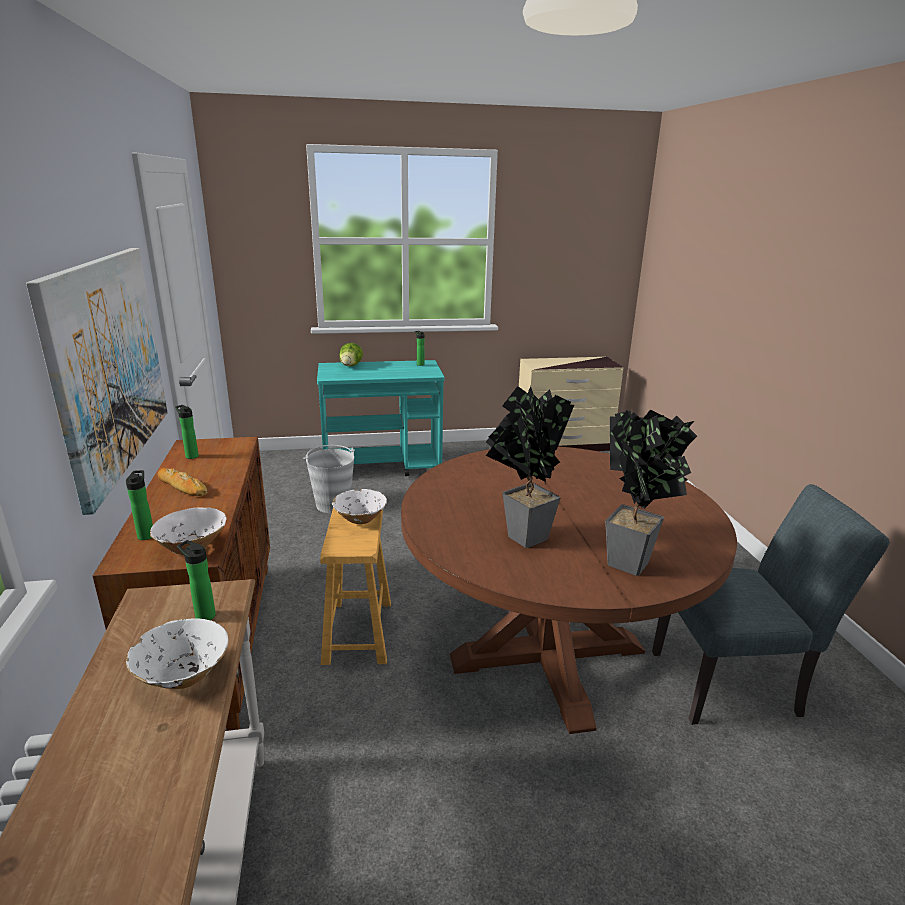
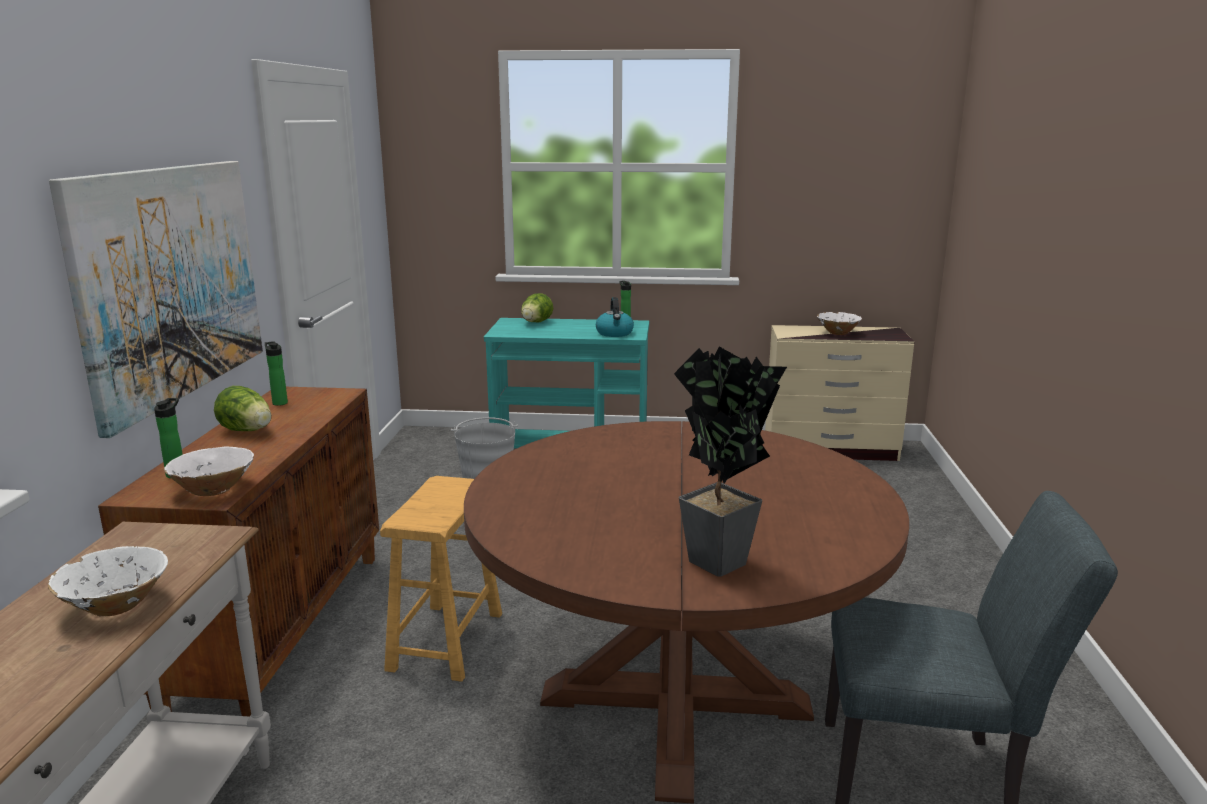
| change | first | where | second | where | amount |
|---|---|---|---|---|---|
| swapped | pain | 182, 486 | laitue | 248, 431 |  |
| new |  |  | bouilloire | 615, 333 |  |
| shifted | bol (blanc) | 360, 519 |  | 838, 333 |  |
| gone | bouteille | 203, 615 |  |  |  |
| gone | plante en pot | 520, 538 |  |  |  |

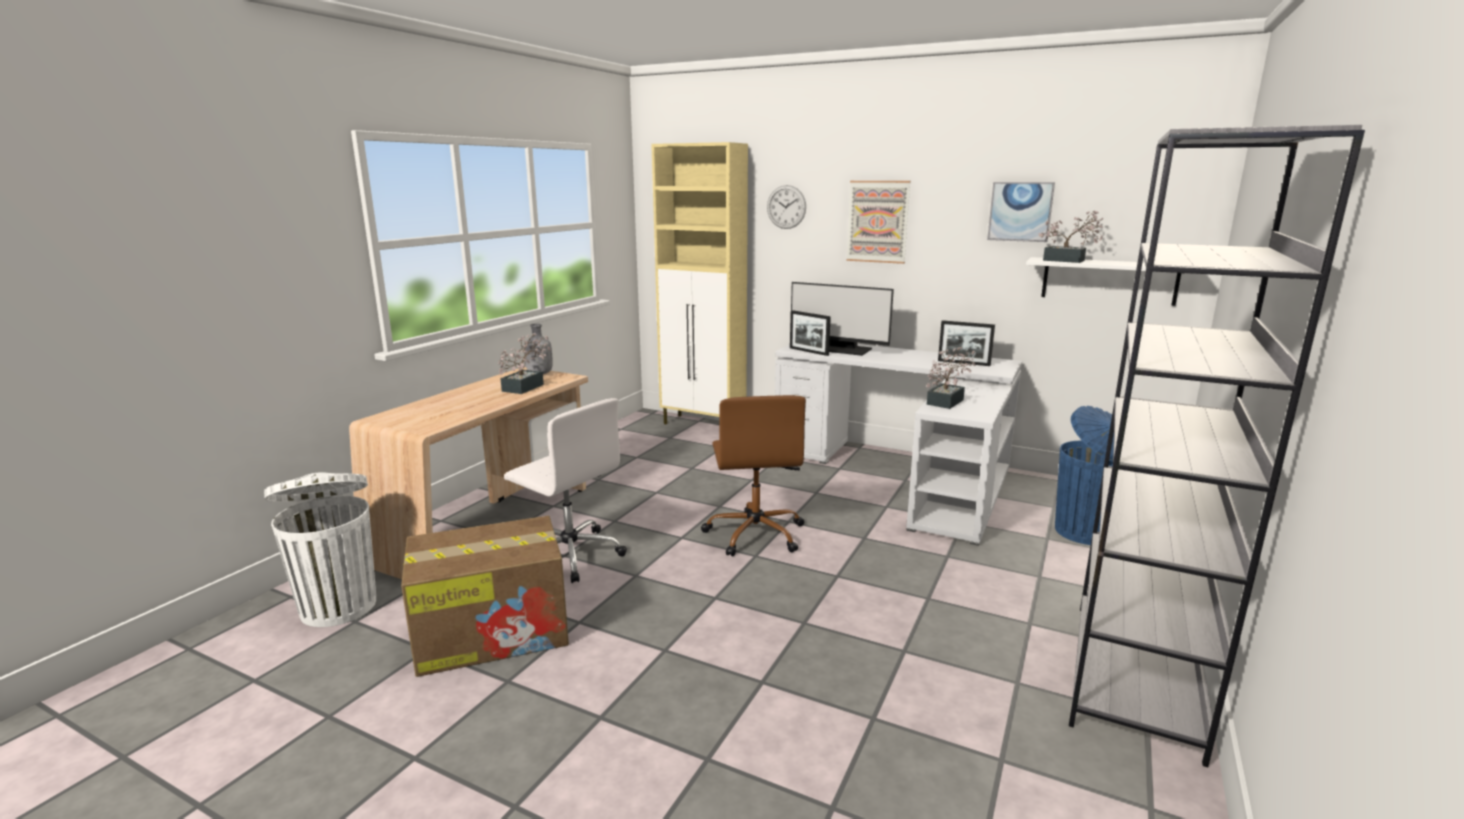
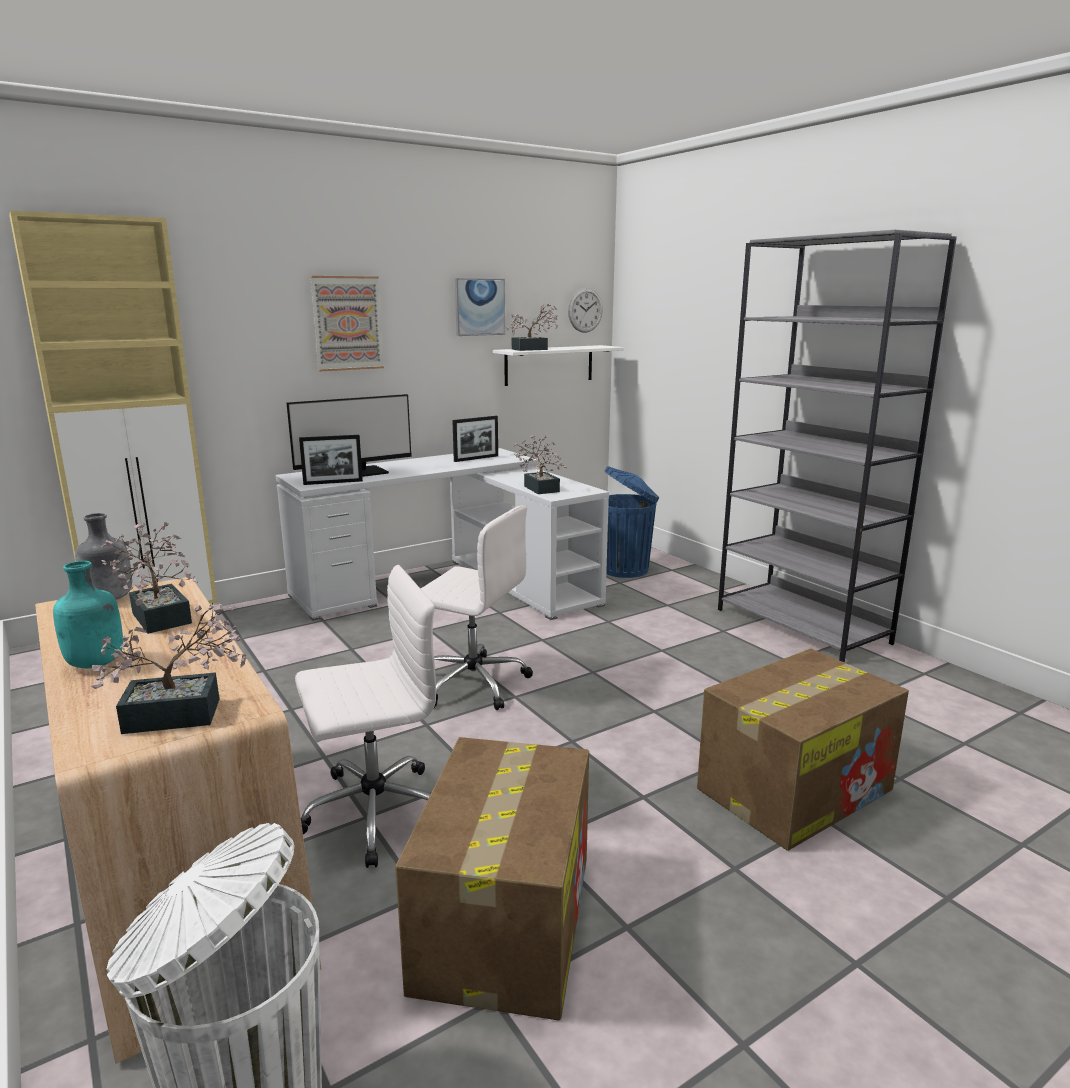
| change | first | where | second | where | amount |
|---|---|---|---|---|---|
| new |  |  | bouteille (turquoise) | 96, 664 |  |
| new |  |  | plante en pot | 184, 715 |  |
| repainted | chaise de bureau (marron) | 755, 534 | chaise de bureau (blanc) | 471, 683 |  |
| shifted | horloge murale | 786, 207 |  | 585, 310 |  |
| new |  |  | carton | 796, 788 |  |

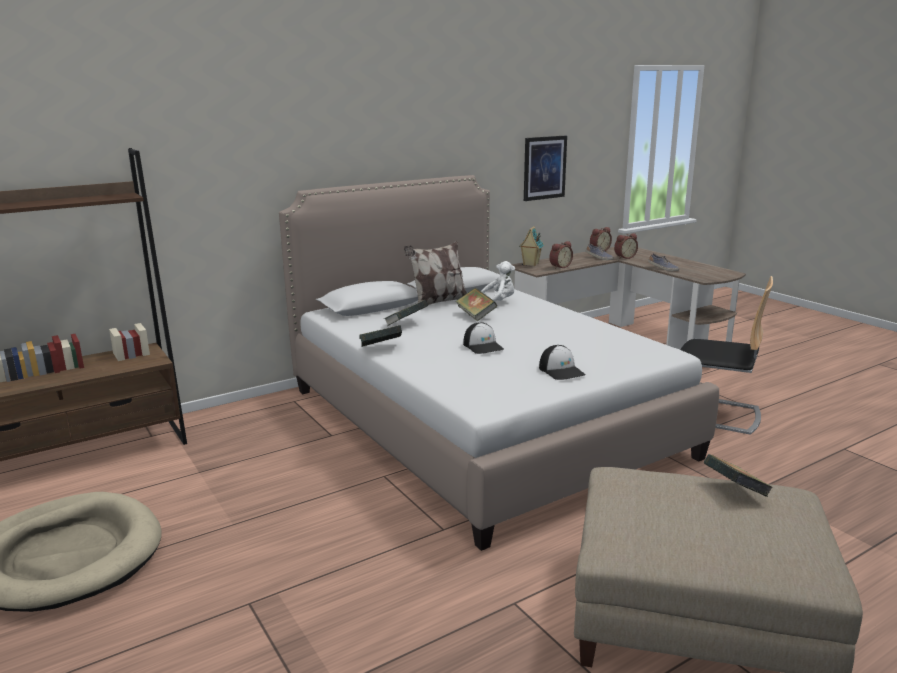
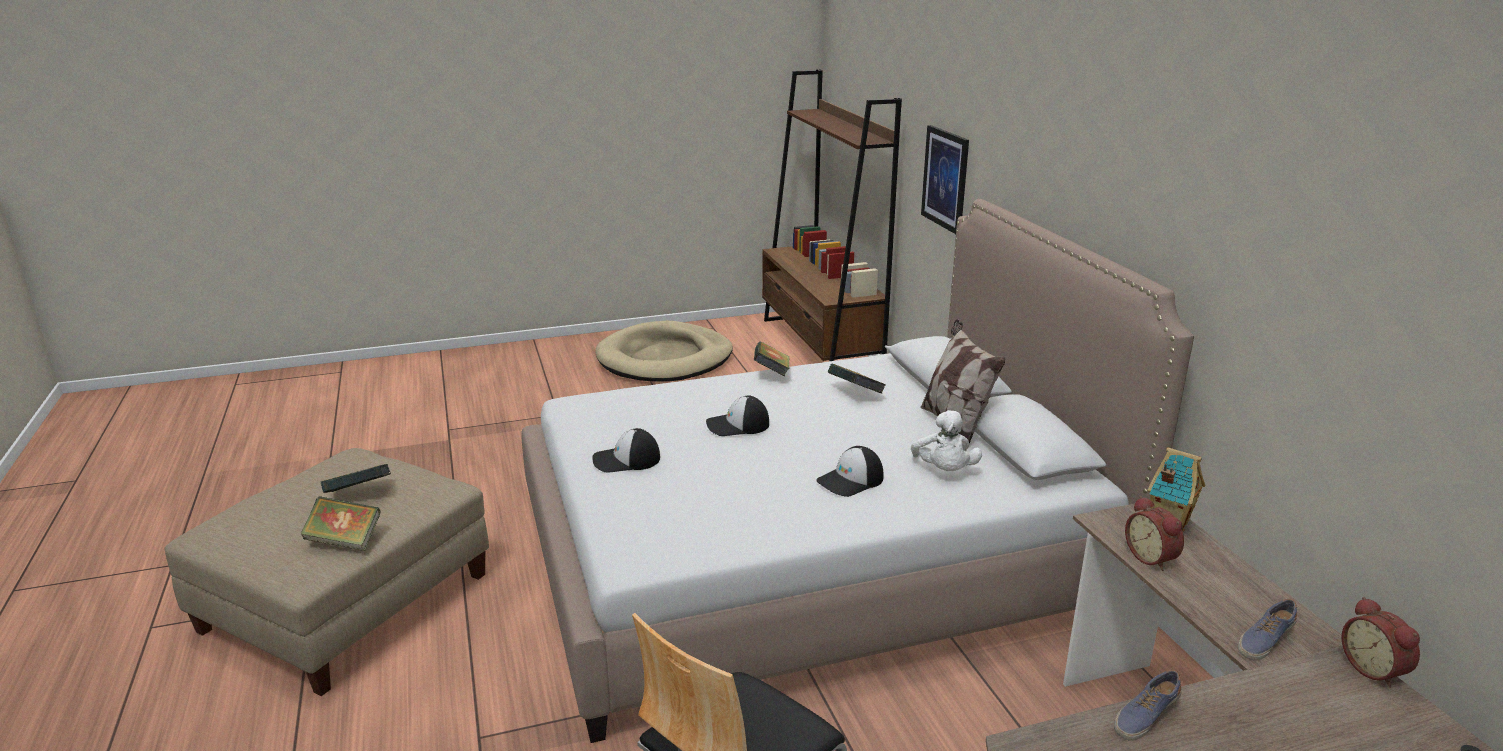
| change | first | where | second | where | amount |
|---|---|---|---|---|---|
| shifted | livre | 476, 315 |  | 359, 495 |  |
| new |  |  | casquette | 851, 480 |  |
| shifted | tableau | 544, 168 |  | 945, 179 |  |
| gone | réveil | 624, 257 |  |  |  |

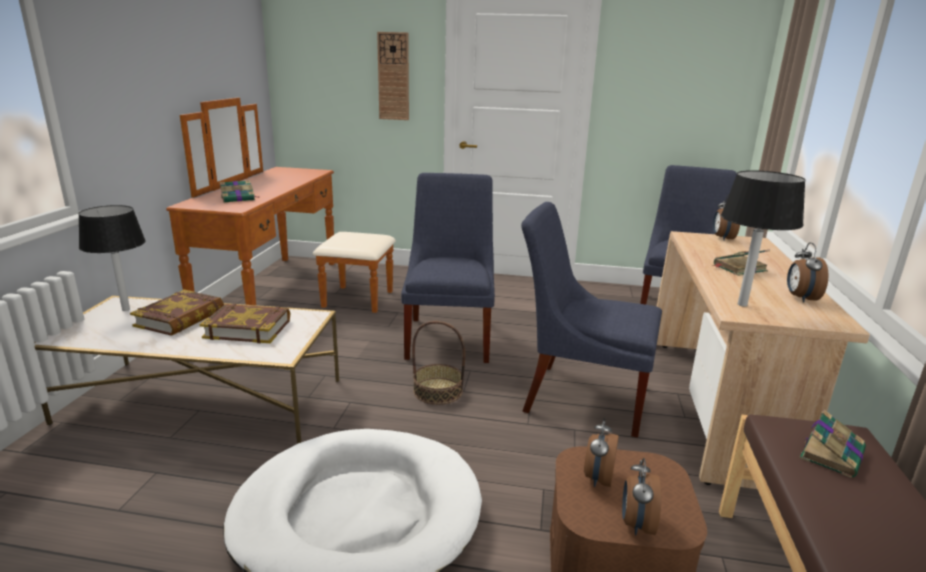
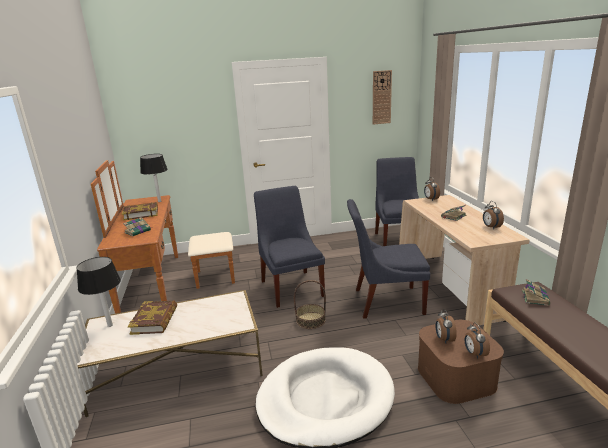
| change | first | where | second | where | amount |
|---|---|---|---|---|---|
| shifted | livre | 248, 328 |  | 141, 214 |  |
| shifted | lampe de table (noir) | 742, 304 |  | 159, 201 |  |
| shifted | horloge murale | 393, 76 |  | 381, 97 |  |

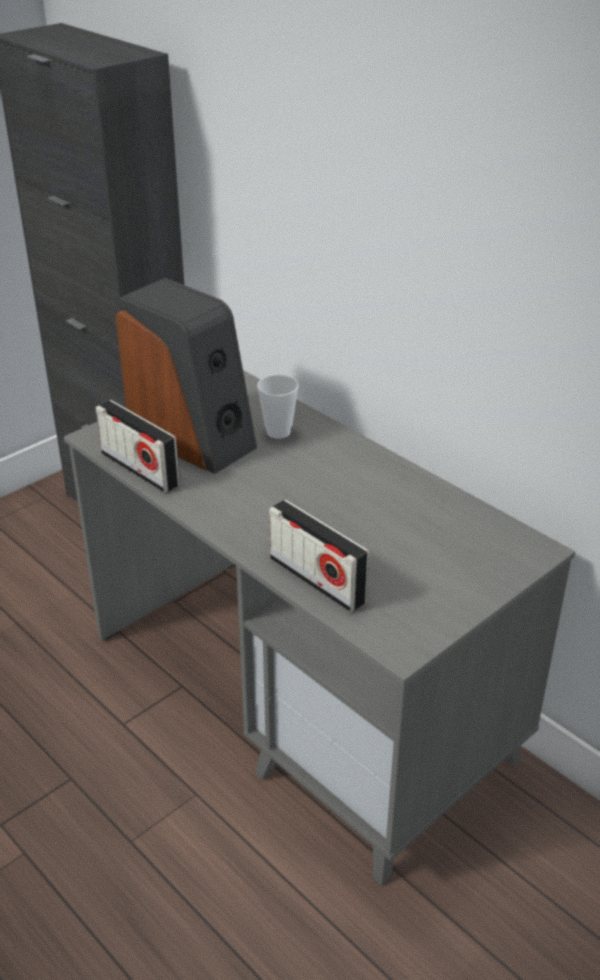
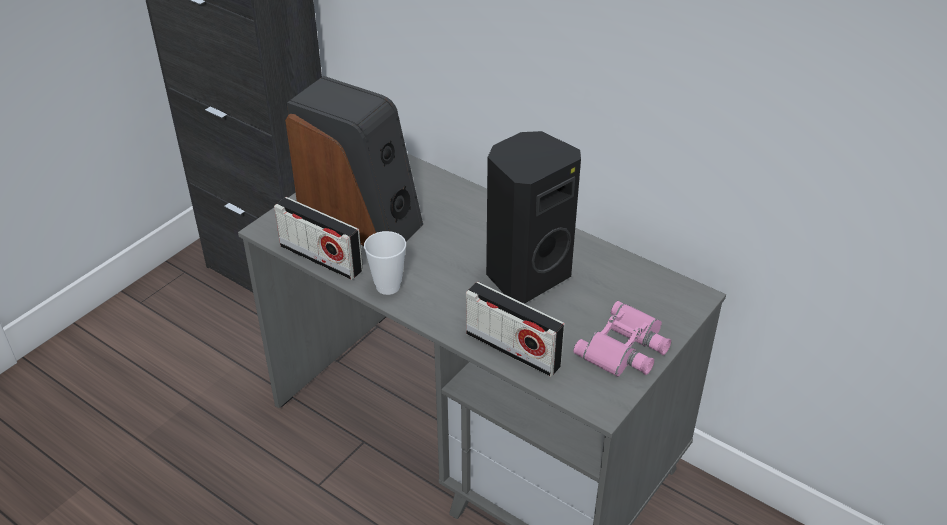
| change | first | where | second | where | amount |
|---|---|---|---|---|---|
| shifted | tasse | 278, 432 |  | 388, 286 |  |
| new |  |  | enceinte (noir) | 526, 274 |  |
| new |  |  | jumelles (rose) | 626, 348 |  |

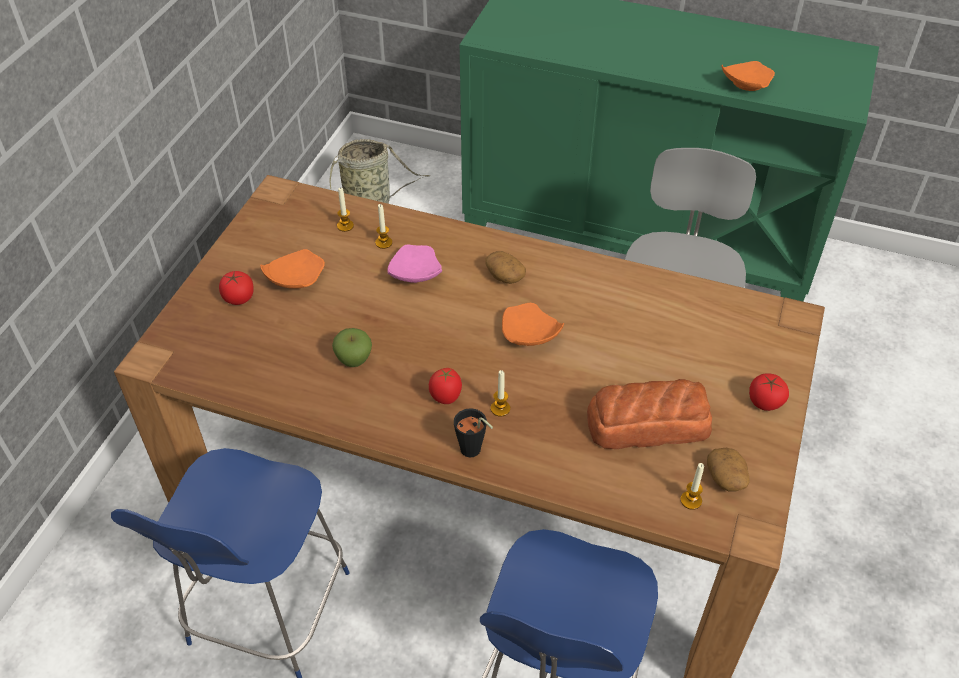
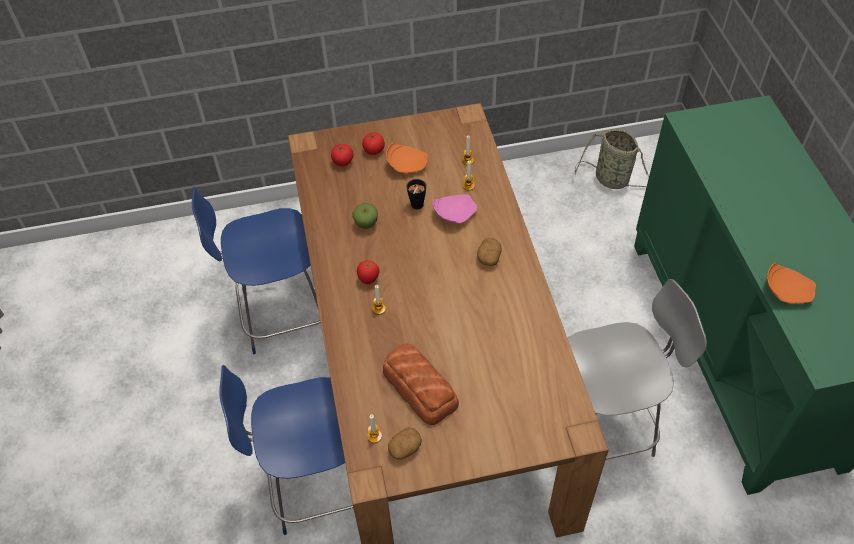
| change | first | where | second | where | amount |
|---|---|---|---|---|---|
| shifted | tomate | 765, 402 |  | 342, 161 |  |
| shifted | tasse (noir) | 473, 452 |  | 416, 207 |  |
| gone | assiette (orange) | 528, 336 |  |  |  |

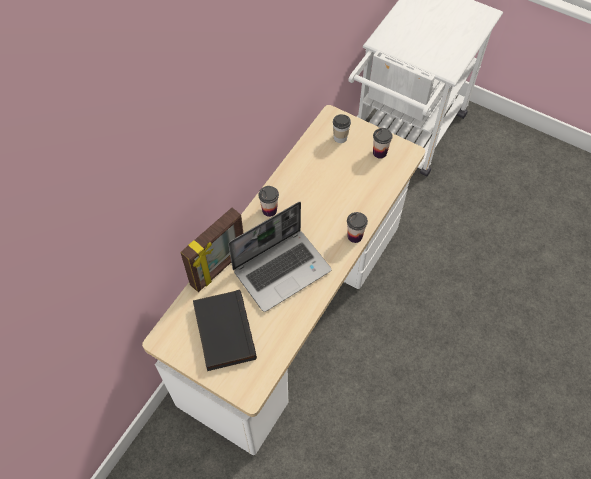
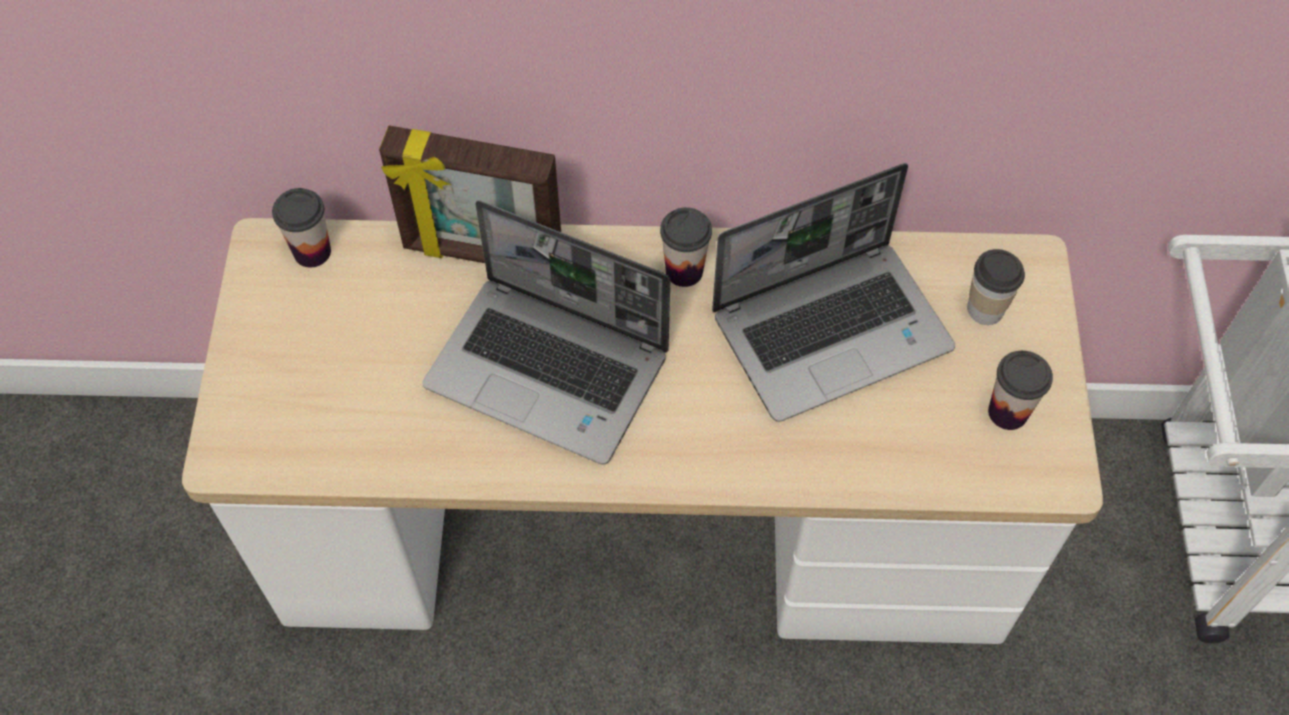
| change | first | where | second | where | amount |
|---|---|---|---|---|---|
| shifted | tasse | 355, 236 |  | 312, 252 |  |
| new |  |  | ordinateur portable | 833, 329 |  |
| gone | livre (noir) | 222, 331 |  |  |  |

